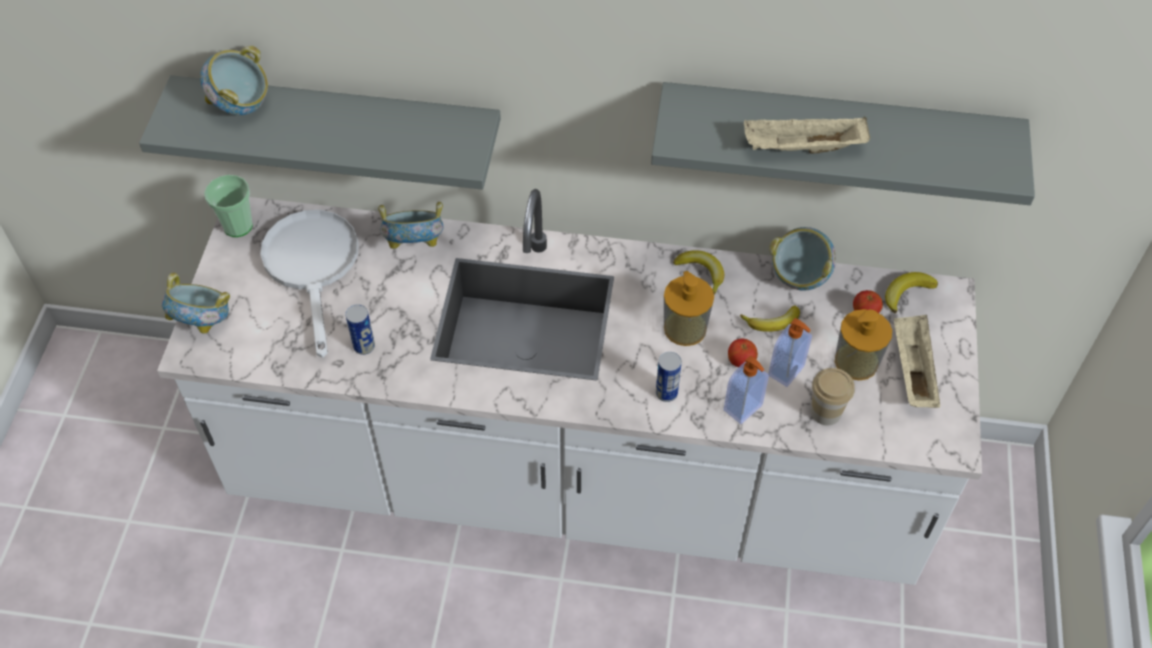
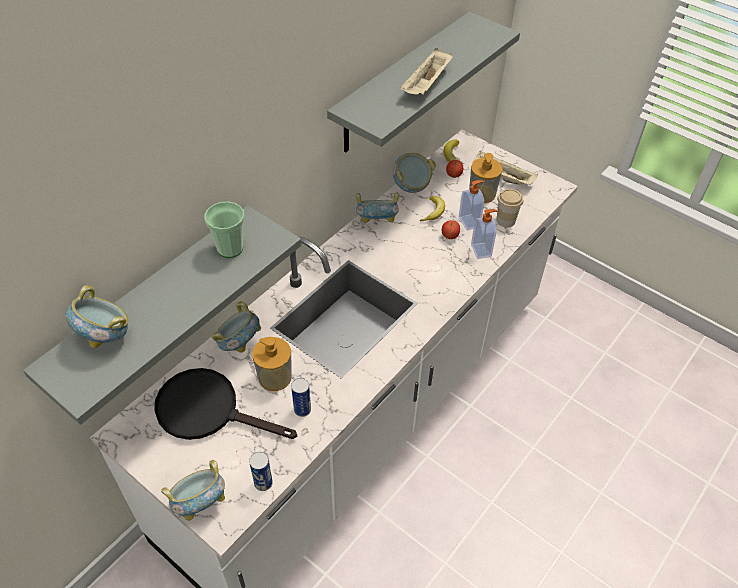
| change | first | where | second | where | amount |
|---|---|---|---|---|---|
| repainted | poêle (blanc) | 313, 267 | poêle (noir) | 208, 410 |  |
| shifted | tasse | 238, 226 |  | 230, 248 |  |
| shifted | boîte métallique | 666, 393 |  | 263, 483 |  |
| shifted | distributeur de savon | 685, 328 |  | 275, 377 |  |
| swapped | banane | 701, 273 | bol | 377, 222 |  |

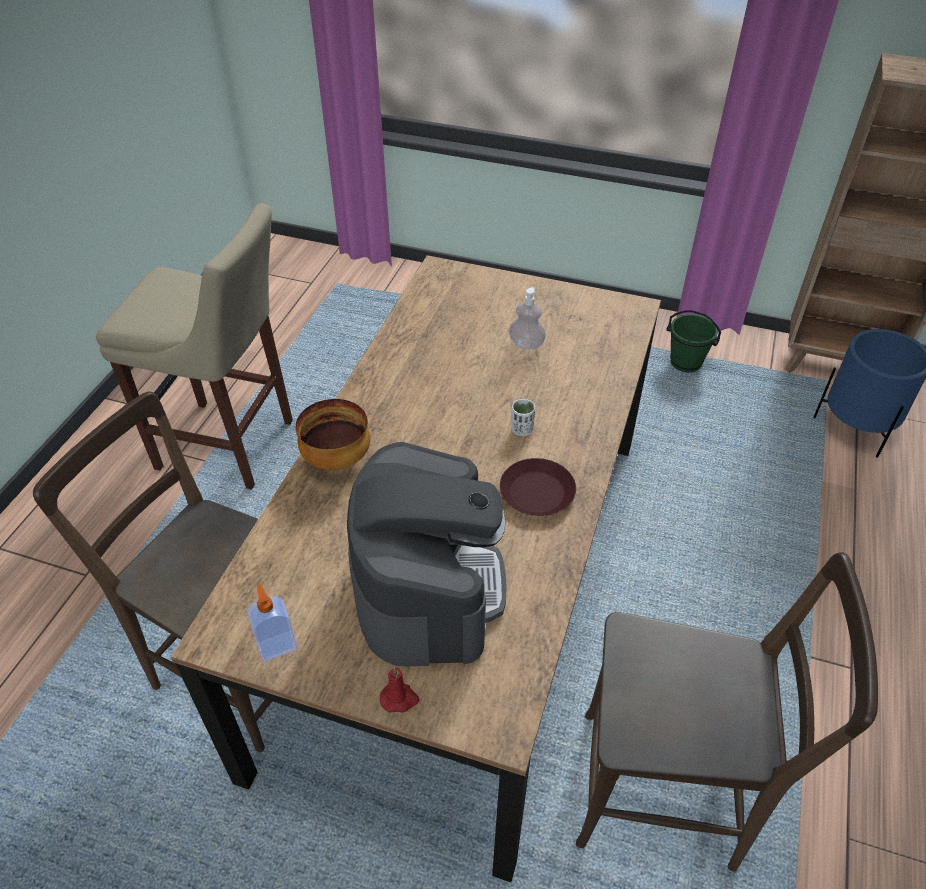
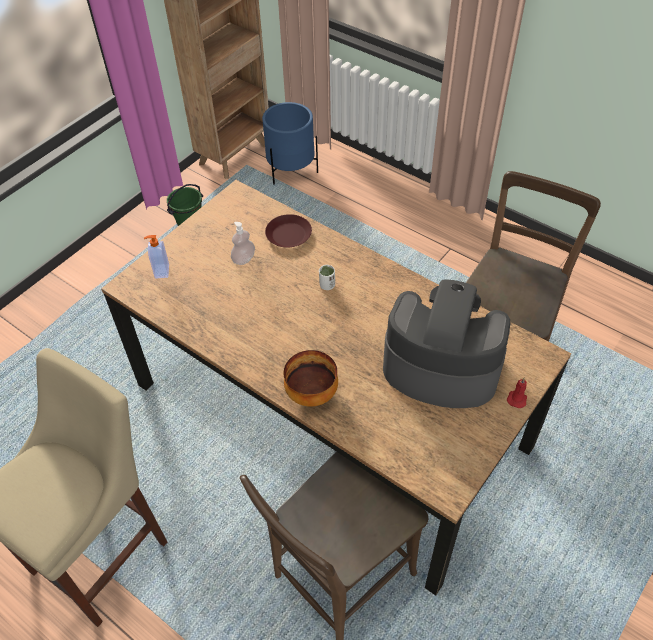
| change | first | where | second | where | amount |
|---|---|---|---|---|---|
| shifted | distributeur de savon | 277, 644 |  | 161, 271 |  |
| shifted | assiette (marron) | 536, 493 |  | 289, 235 |  |

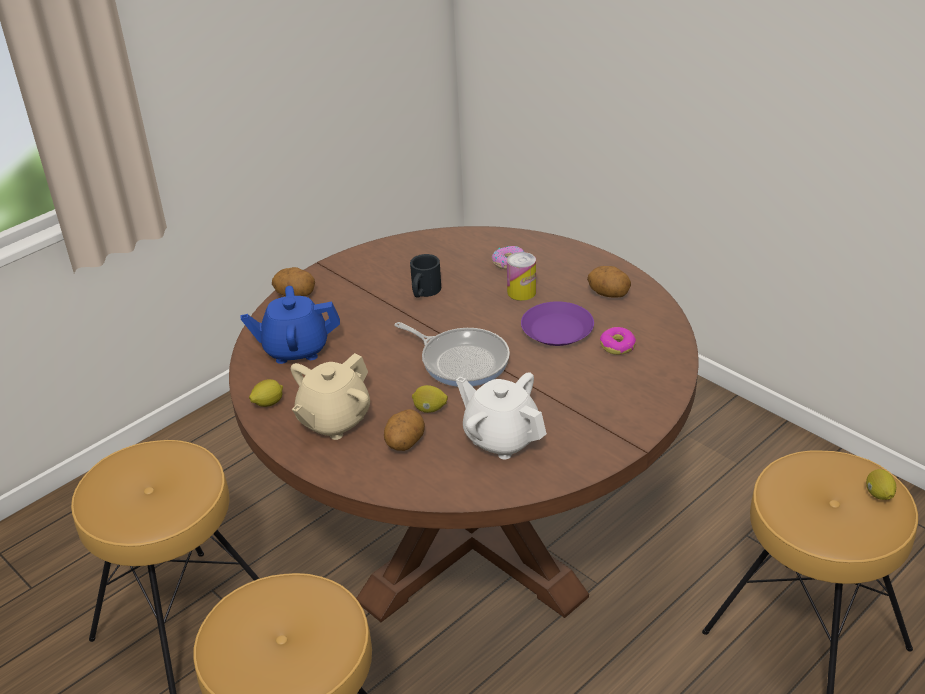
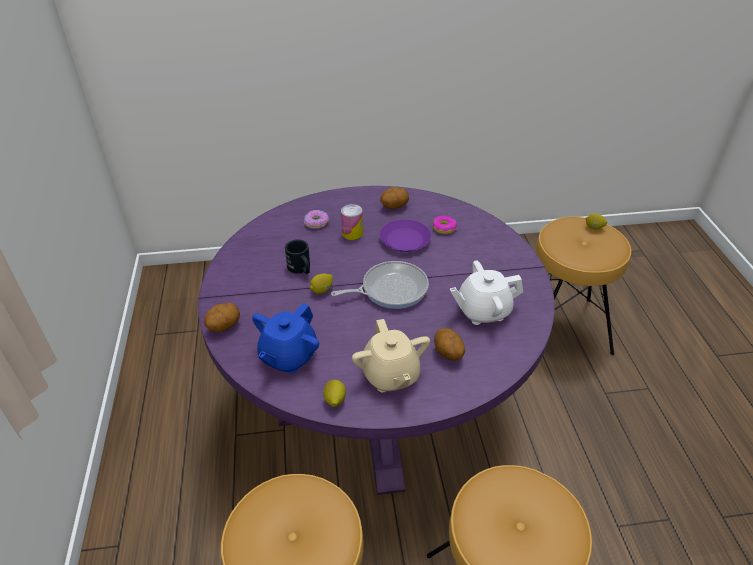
| change | first | where | second | where | amount |
|---|---|---|---|---|---|
| repainted | table à manger (marron) | 472, 533 | table à manger (violet) | 376, 405 |  |
| shifted | citron | 430, 409 |  | 322, 290 |  |

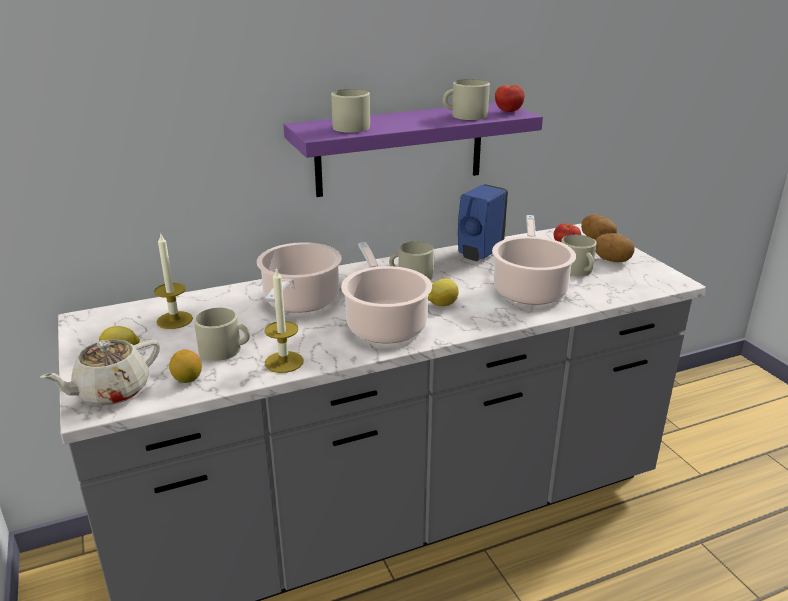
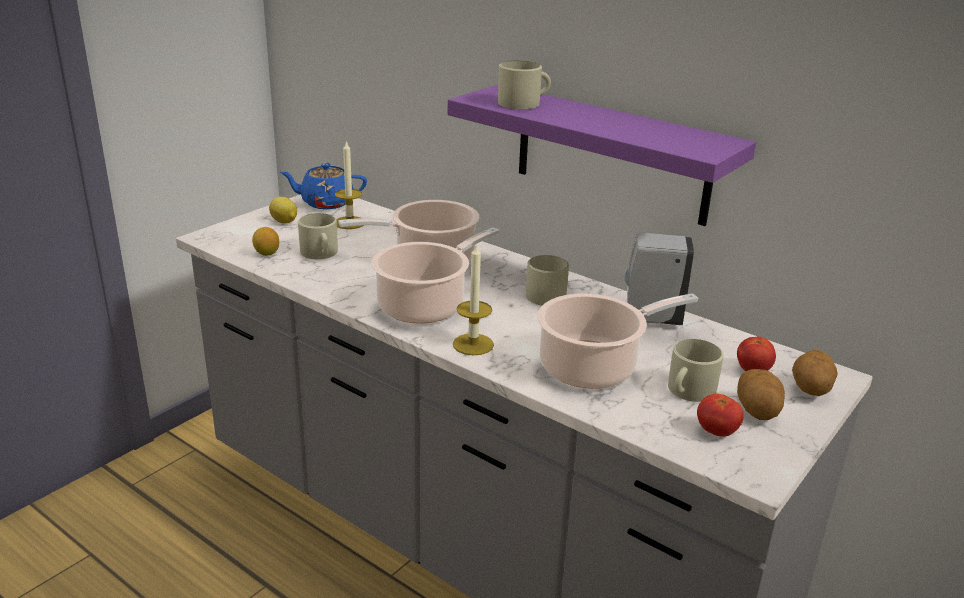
| change | first | where | second | where | amount |
|---|---|---|---|---|---|
| new |  |  | théière (bleu) | 326, 203 |  |
| shifted | bougie | 284, 362 |  | 473, 344 |  |
| repainted | distributeur de savon (bleu) | 479, 253 | distributeur de savon (blanc) | 649, 318 |  |
| shifted | tomate | 508, 111 |  | 716, 431 |  |
| gone | théière (beige) | 111, 391 |  |  |  |
| gone | citron | 442, 304 |  |  |  |
| gone | mug (beige) | 464, 115 |  |  |  |

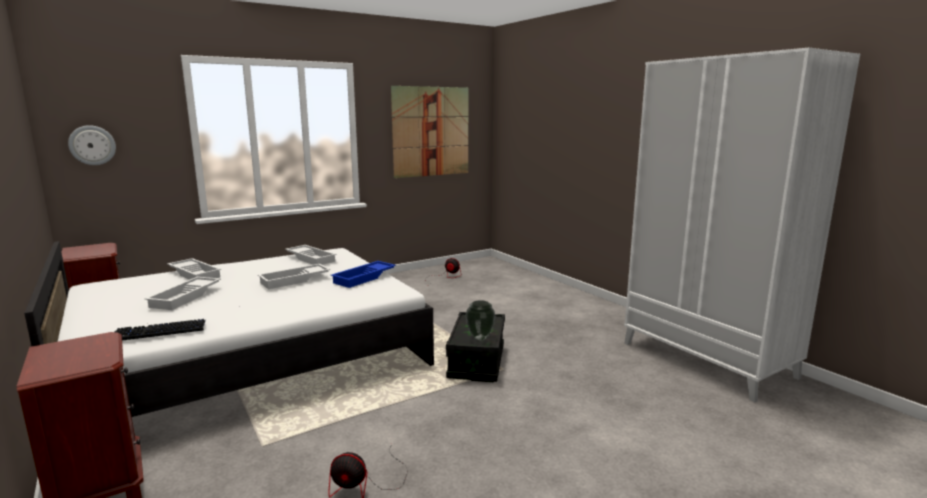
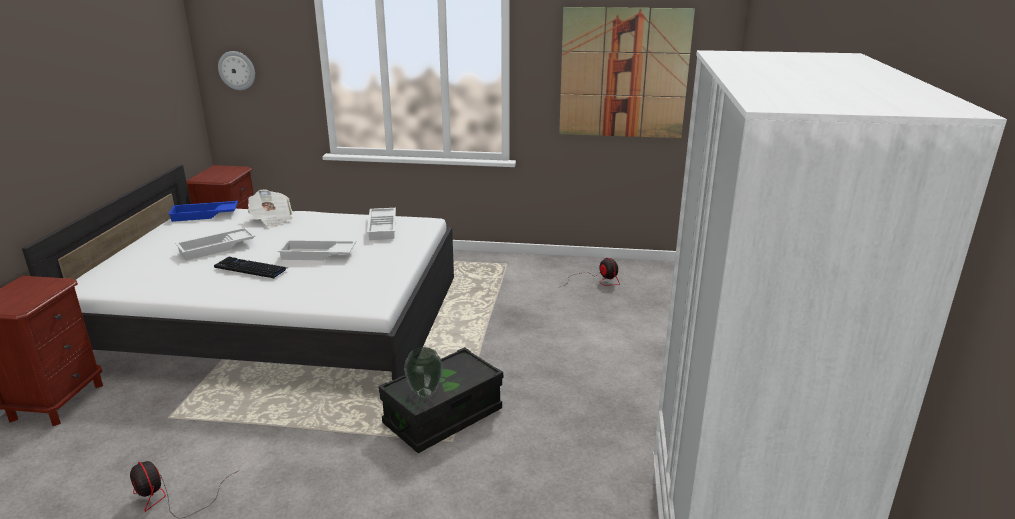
| change | first | where | second | where | amount |
|---|---|---|---|---|---|
| shifted | plateau (bleu) | 364, 278 |  | 204, 215 |  |
| shifted | clavier | 160, 331 |  | 251, 268 |  |
| swapped | plateau (blanc) | 196, 274 | journal | 272, 219 |  |

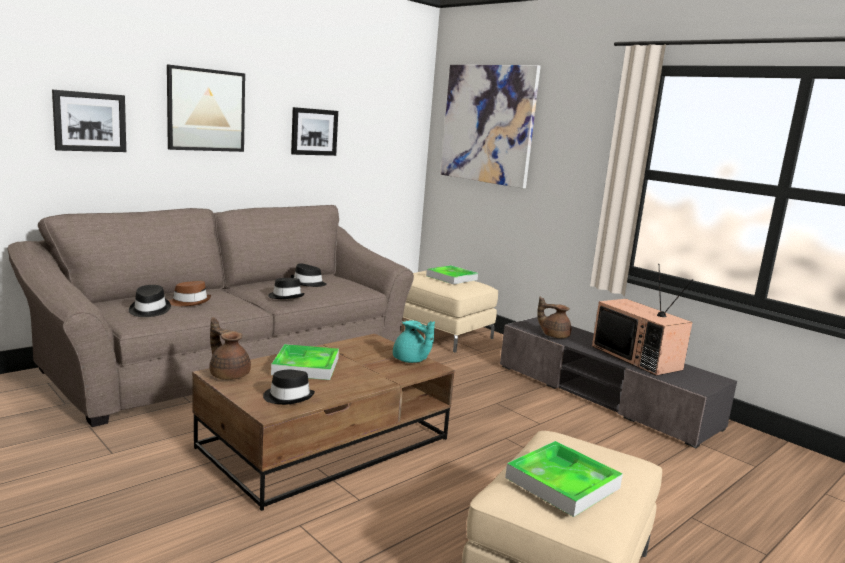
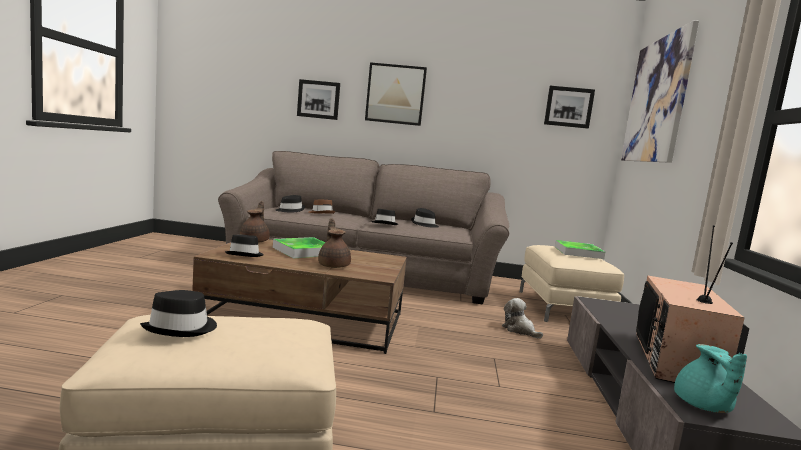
| change | first | where | second | where | amount |
|---|---|---|---|---|---|
| swapped | plateau | 562, 483 | chapeau (noir) | 182, 328 |  |
| shifted | théière (marron) | 554, 335 |  | 333, 265 |  |
| new |  |  | peluche | 519, 330 |  |
| shifted | tableau | 314, 132 |  | 568, 107 |  |
| shifted | théière (turquoise) | 411, 360 |  | 703, 406 |  |

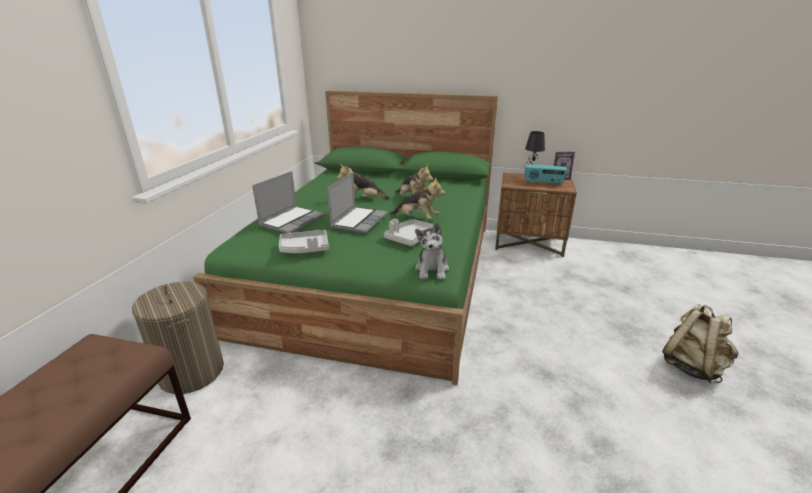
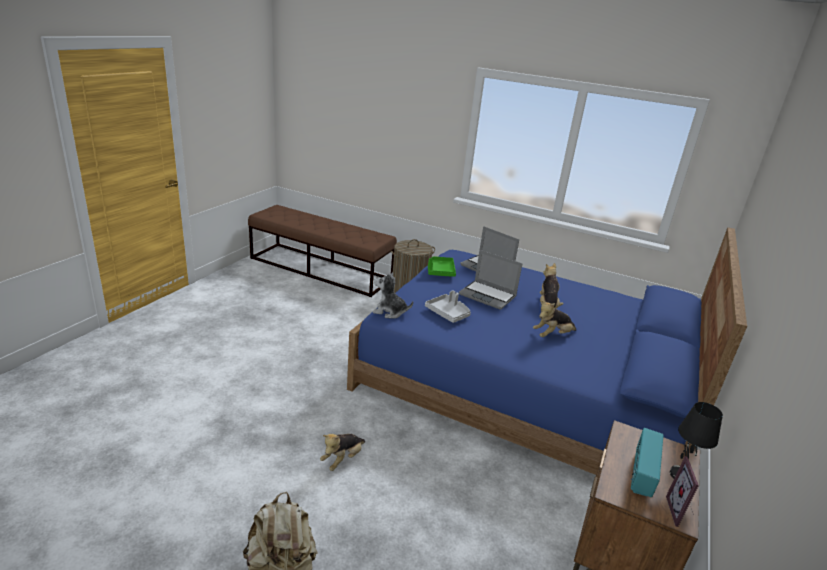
| change | first | where | second | where | amount |
|---|---|---|---|---|---|
| shifted | peluche | 417, 218 |  | 342, 459 |  |
| repainted | lit (vert) | 379, 273 | lit (bleu) | 524, 383 |  |
| repainted | plateau (gris) | 305, 249 | plateau (vert) | 440, 271 |  |

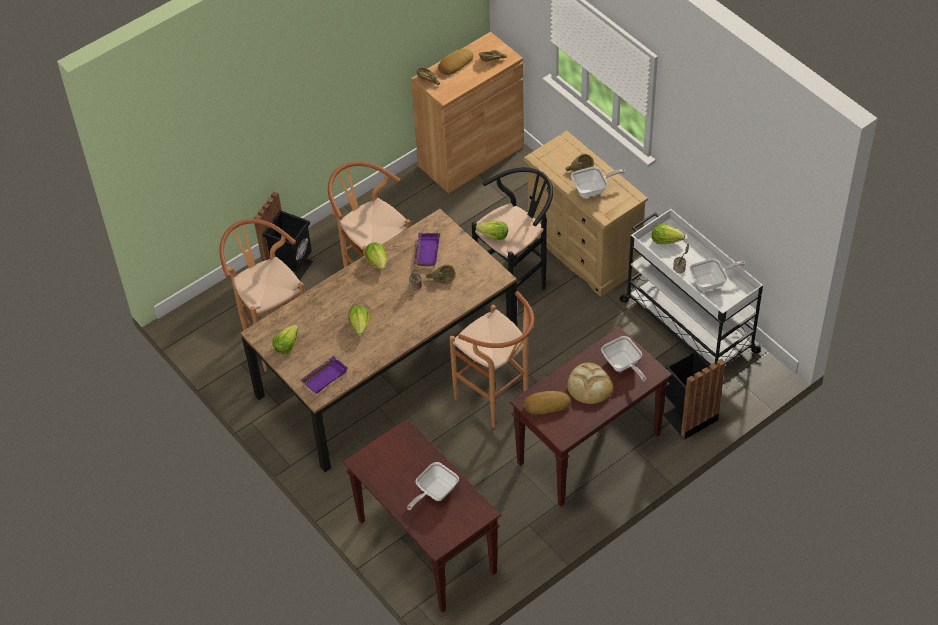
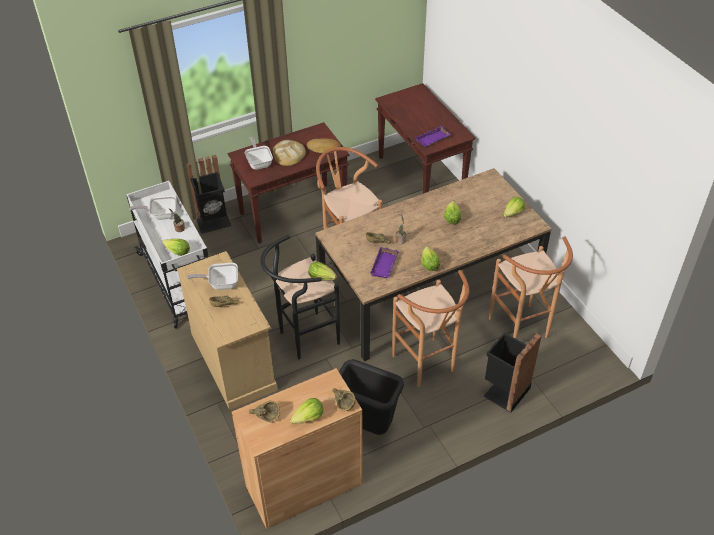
| change | first | where | second | where | amount |
|---|---|---|---|---|---|
| swapped | pain | 455, 64 | laitue | 308, 418 |  |
| new |  |  | poubelle (noir) | 367, 426 |  |
| shifted | plateau (violet) | 324, 376 |  | 433, 140 |  |
| gone | poêle | 434, 492 |  |  |  |

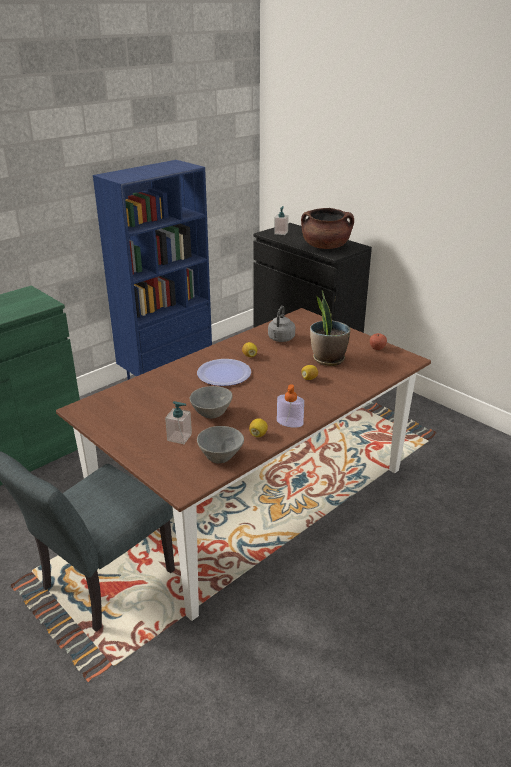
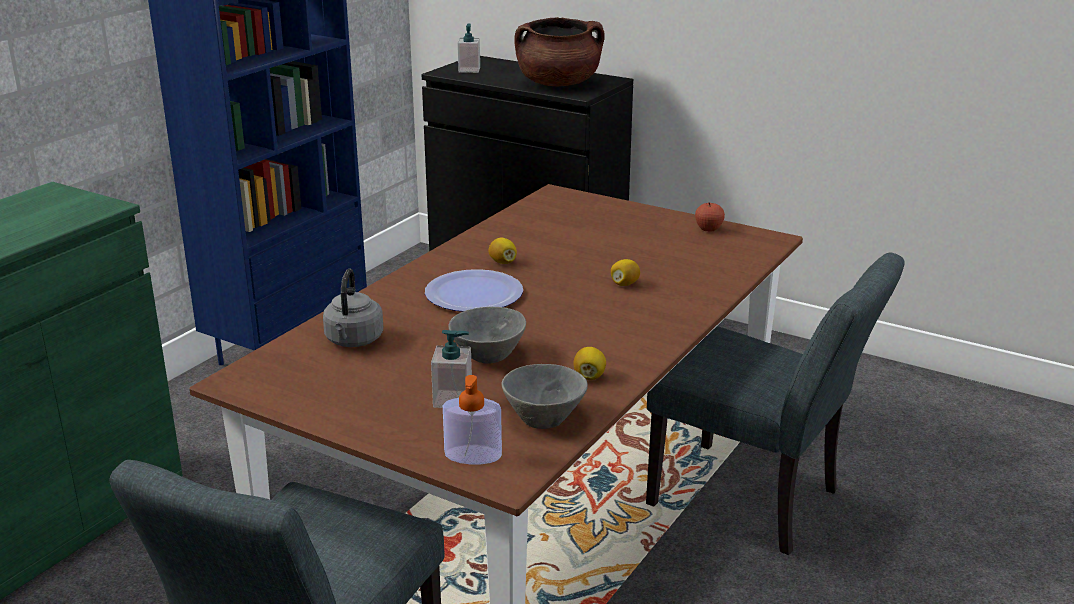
| change | first | where | second | where | amount |
|---|---|---|---|---|---|
| shifted | bouilloire (gris) | 280, 339 |  | 353, 341 |  |
| shifted | distributeur de savon | 289, 422 |  | 473, 455 |  |
| new |  |  | chaise (gris) | 757, 502 |  |
| gone | plante en pot | 328, 359 |  |  |  |

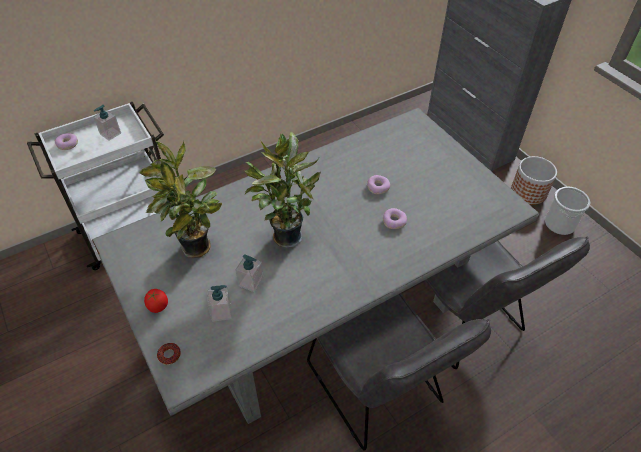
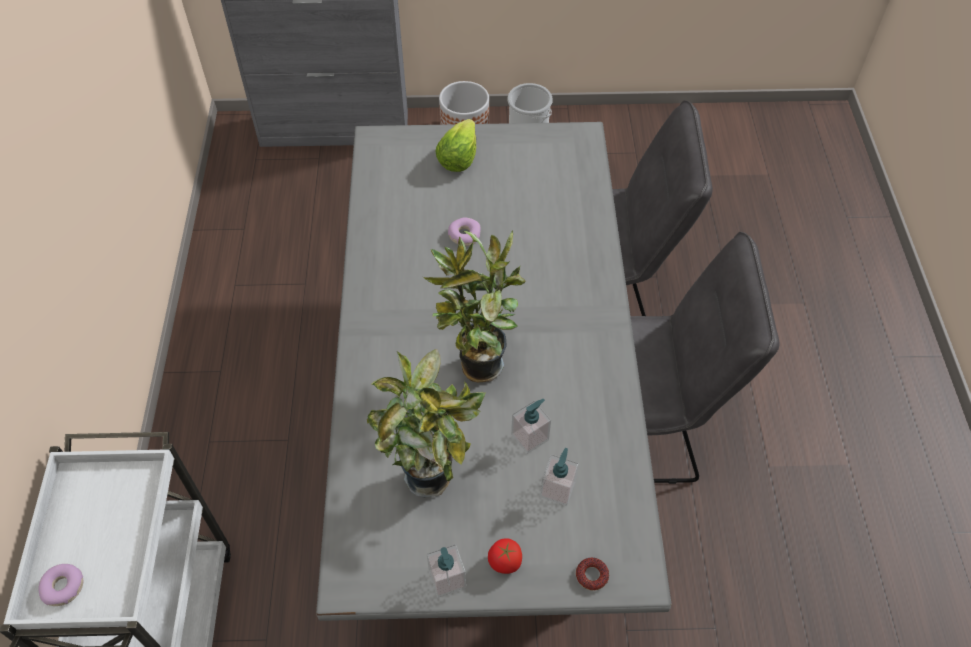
| change | first | where | second | where | amount |
|---|---|---|---|---|---|
| shifted | distributeur de savon | 110, 134 |  | 447, 579 |  |
| new |  |  | laitue | 458, 159 |  |
| gone | beignet | 394, 221 |  |  |  |

